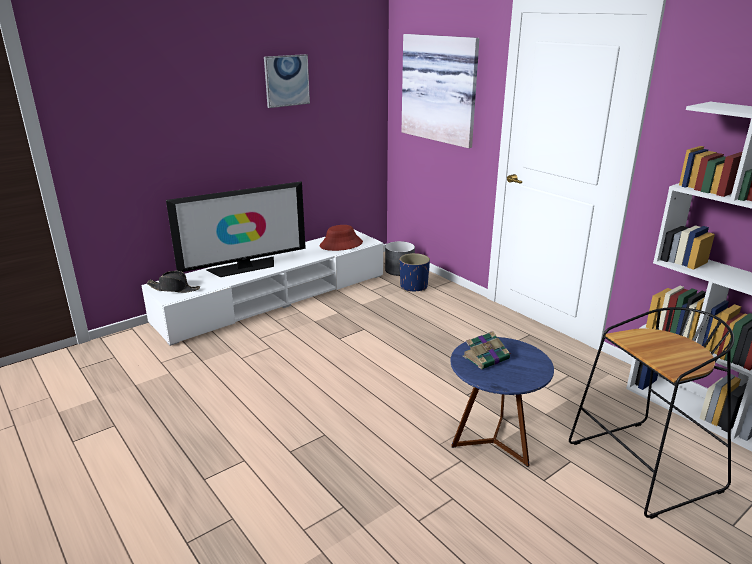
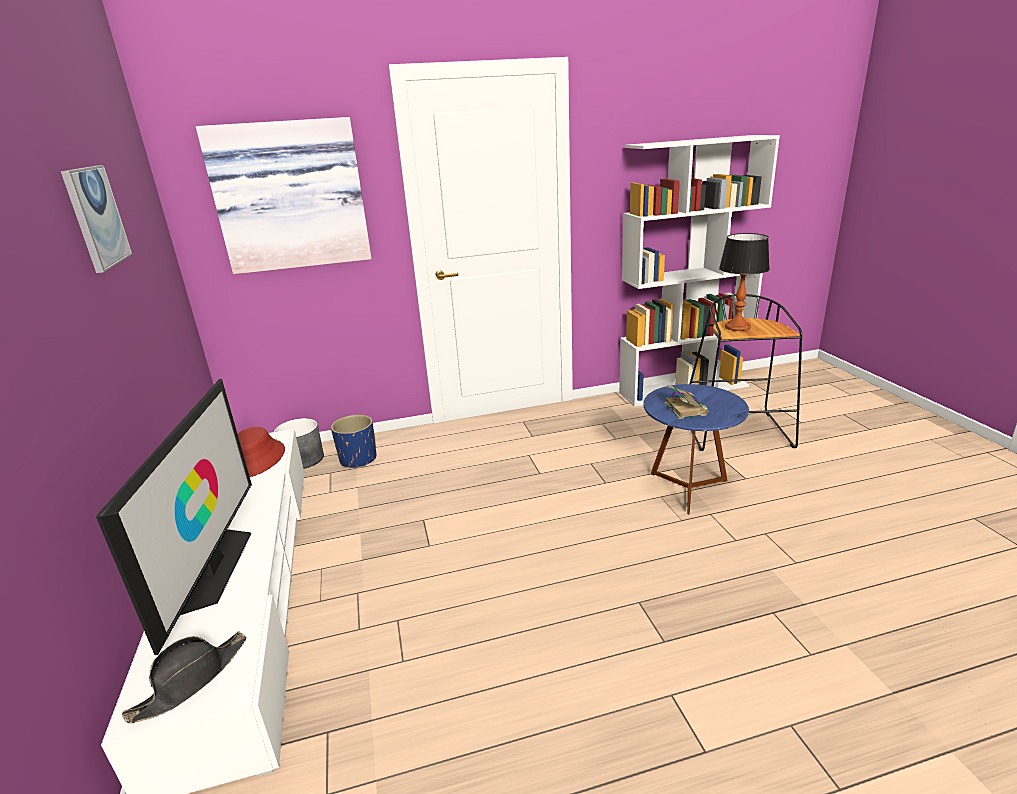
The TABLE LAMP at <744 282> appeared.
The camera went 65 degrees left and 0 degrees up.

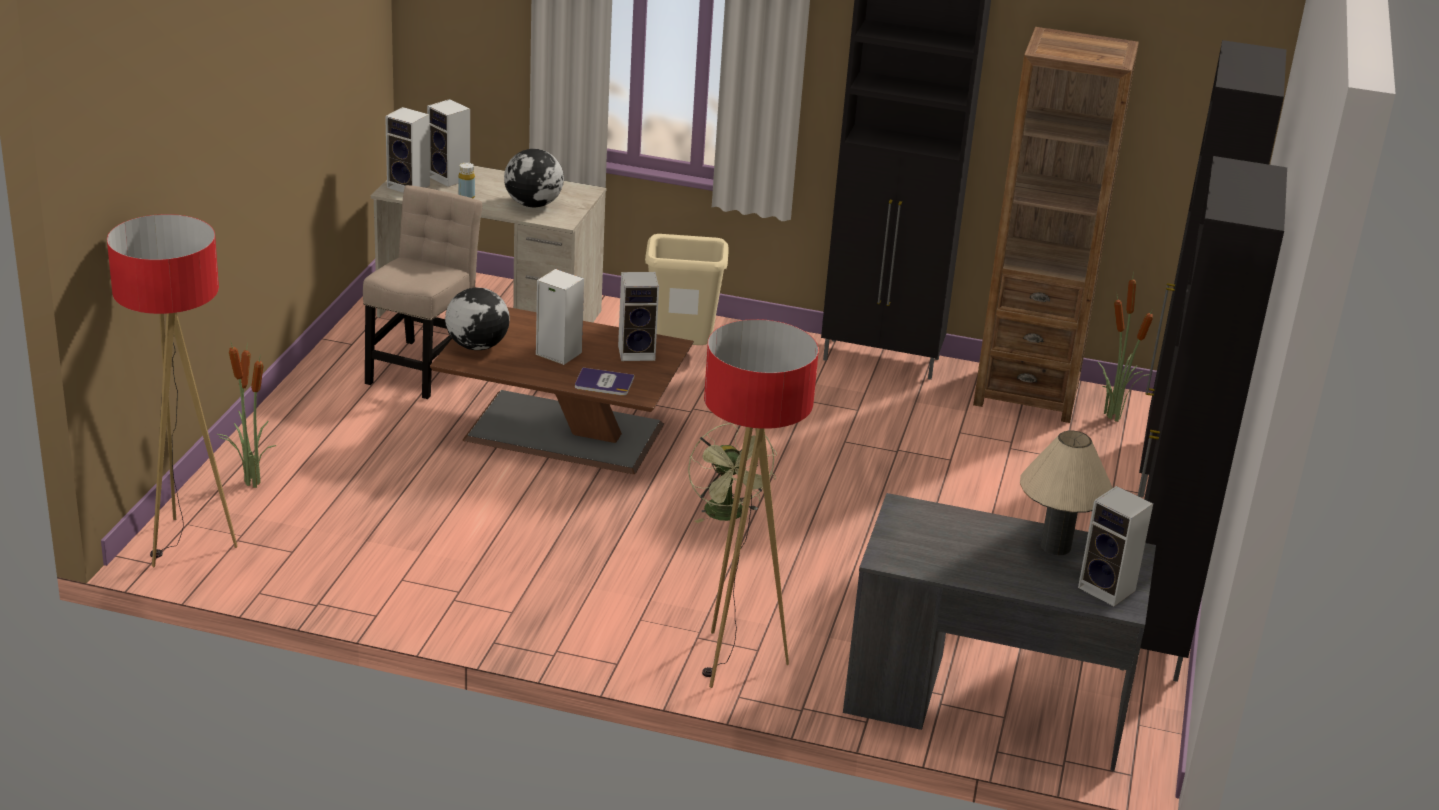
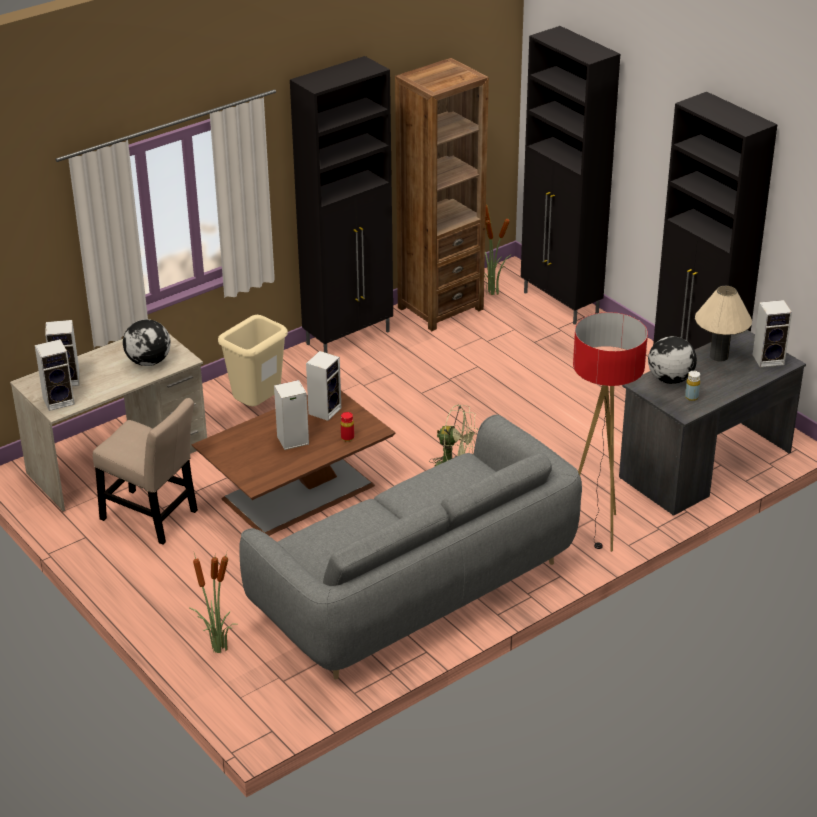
The FLOOR LAMP at <172 390> disappeared.
The GREY SOFA at <410 547> appeared.
The GLOBE moved from <477 319> to <672 360>.
The YELLOW BOTTLE moved from <467 180> to <692 386>.
The BOOK at <604 382> was replaced by the RED BOTTLE at <347 427>.
The BEIGE CHAIR at <422 292> turned 150 degrees clockwise.
The camera went 50 degrees left and 5 degrees up.

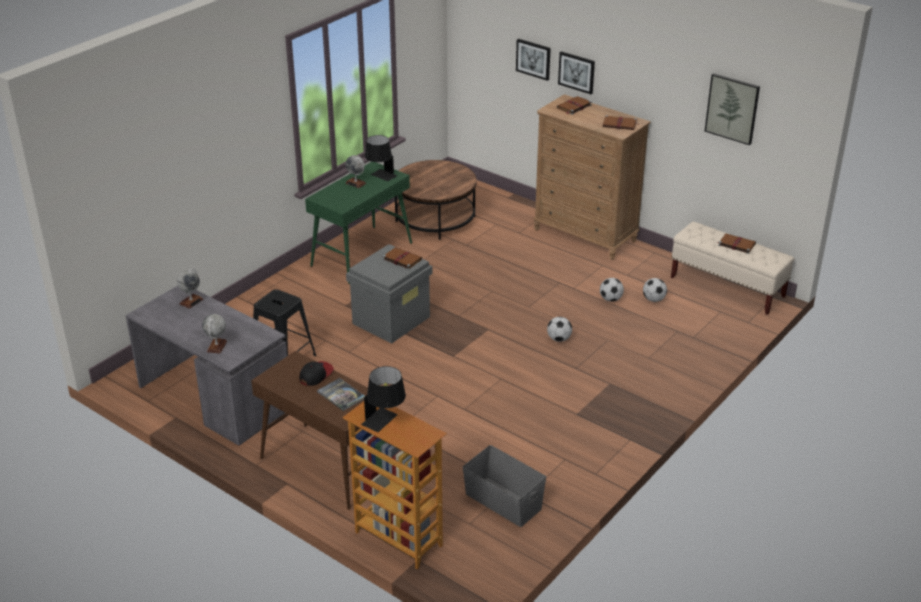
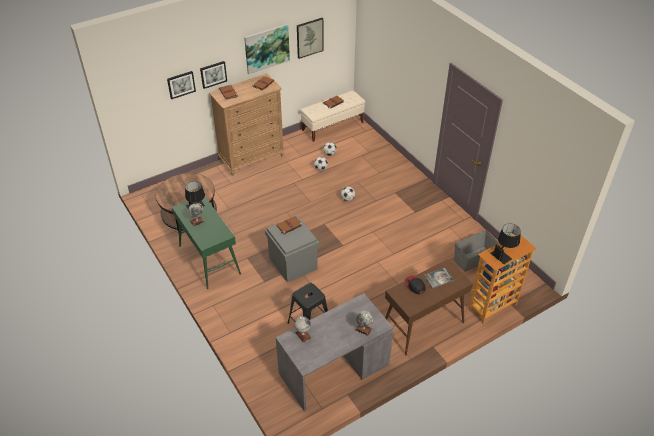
The PICTURE at <267 49> appeared.
The camera went 70 degrees left and 10 degrees up.

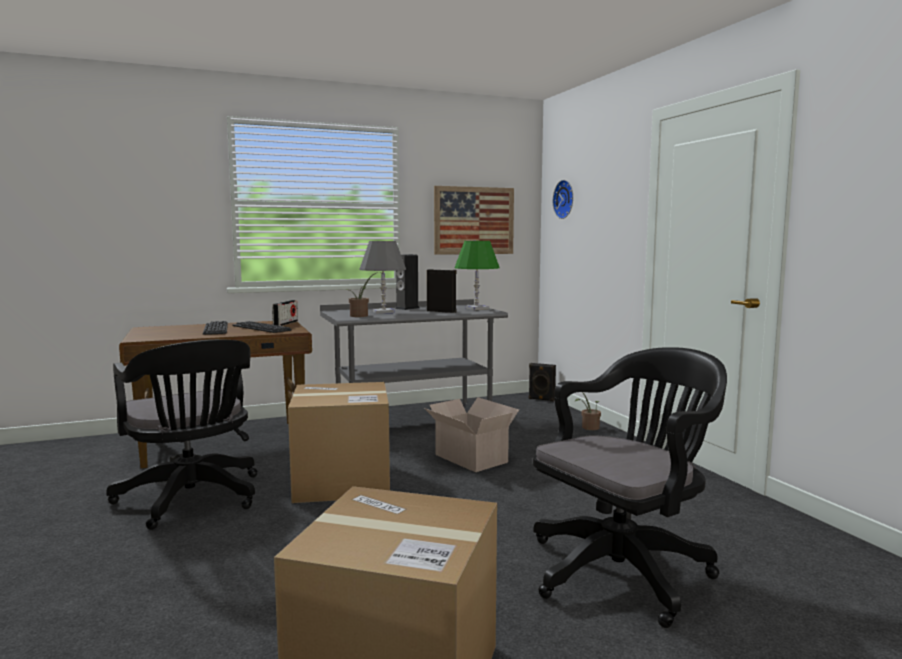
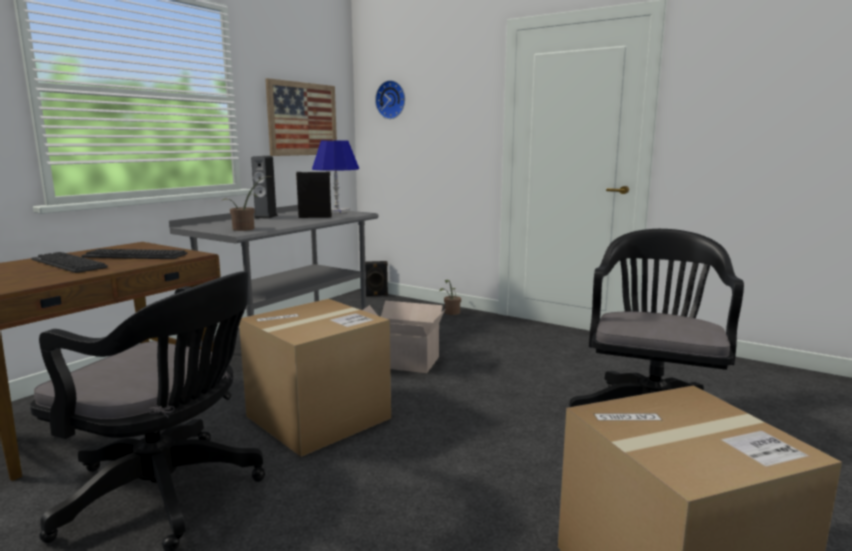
The RADIO at <285 313> disappeared.
The GREY TABLE LAMP at <383 277> disappeared.
The GREEN TABLE LAMP at <477 275> became the BLUE TABLE LAMP at <335 176>.
The camera went 35 degrees left and 5 degrees up.

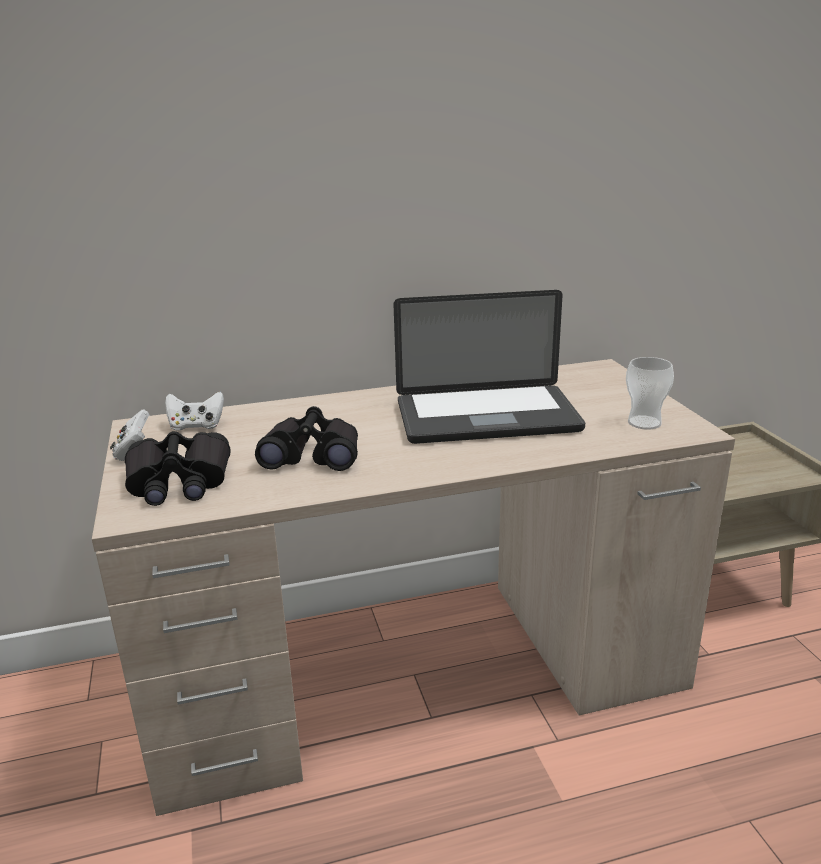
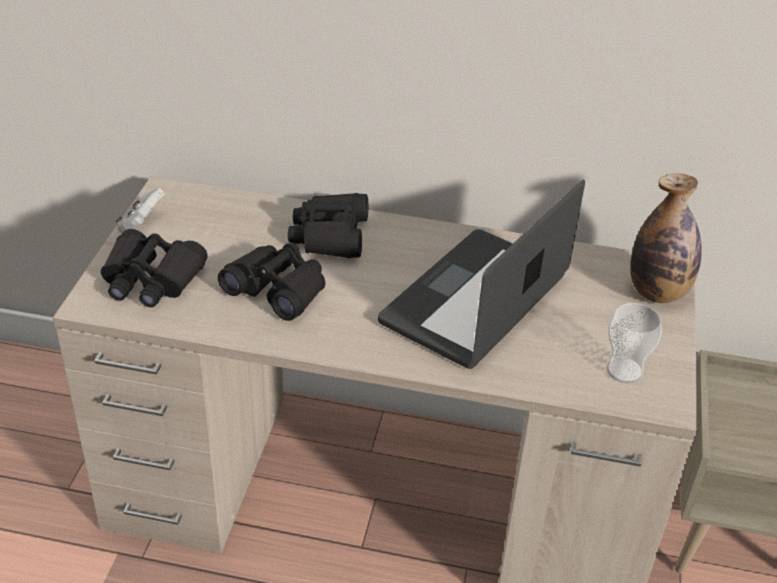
The WHITE GAME CONTROLLER at <194 411> disappeared.
The BLACK BINOCULARS at <328 225> appeared.
The BOTTLE at <666 238> appeared.
The LAPTOP at <489 367> turned 105 degrees clockwise.
The camera went 25 degrees right and 15 degrees up.

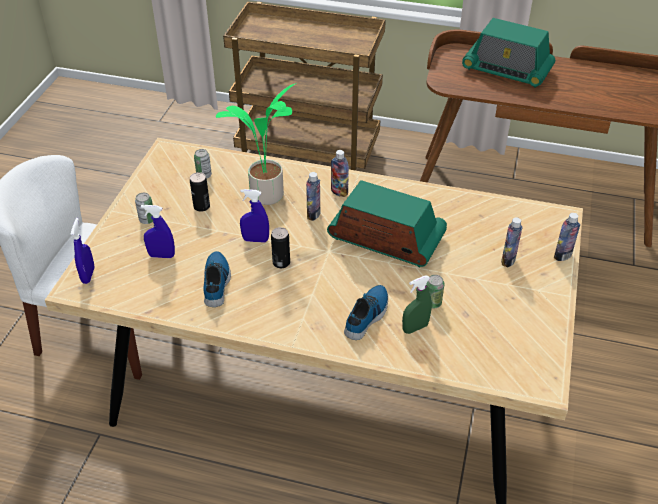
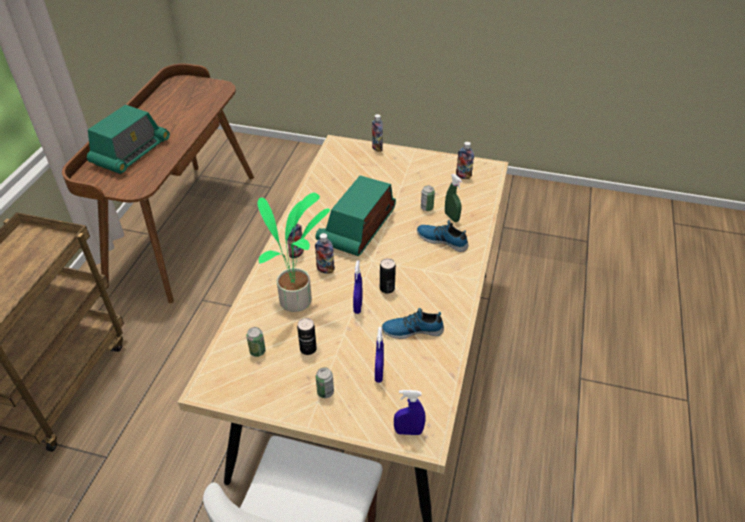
The BOTTLE moved from <511 242> to <465 160>.
The camera went 90 degrees left and 0 degrees up.

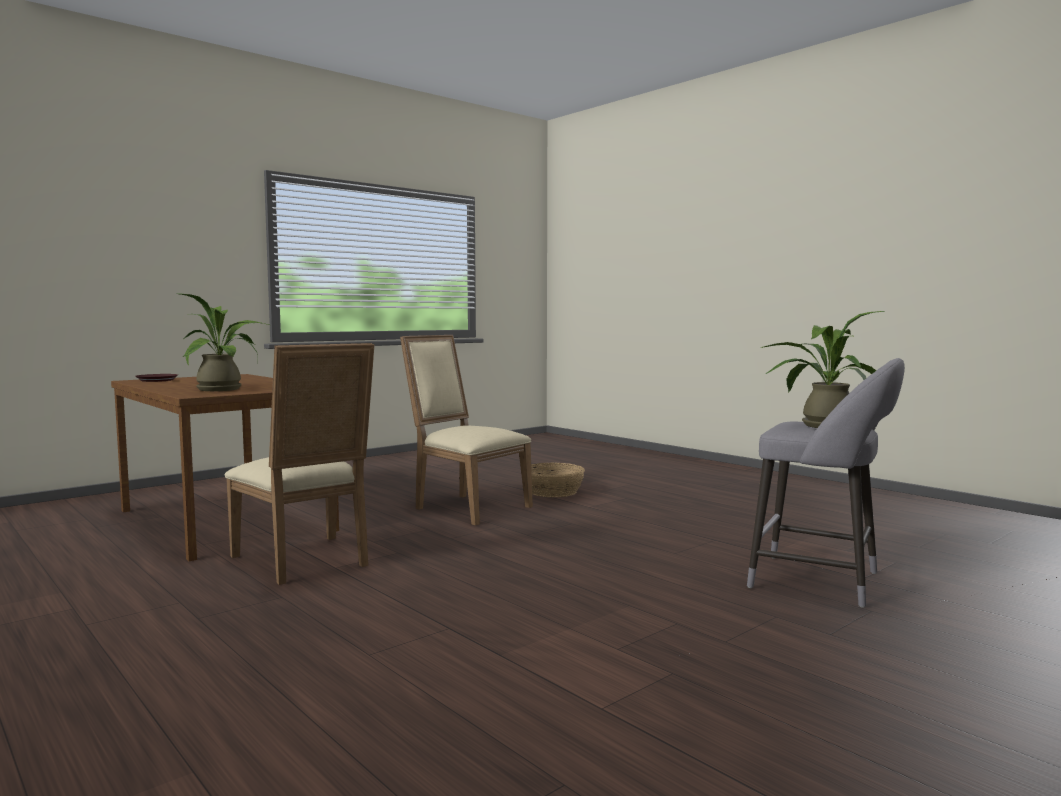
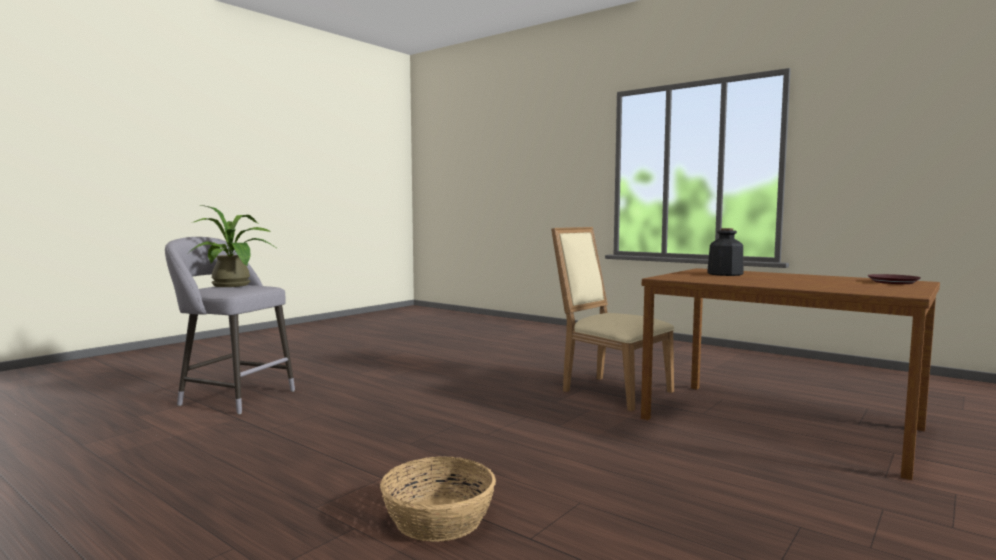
The BEIGE CHAIR at <466 430> disappeared.
The POTTED PLANT at <223 342> was replaced by the BOTTLE at <725 252>.
The camera went 170 degrees right and 0 degrees up.

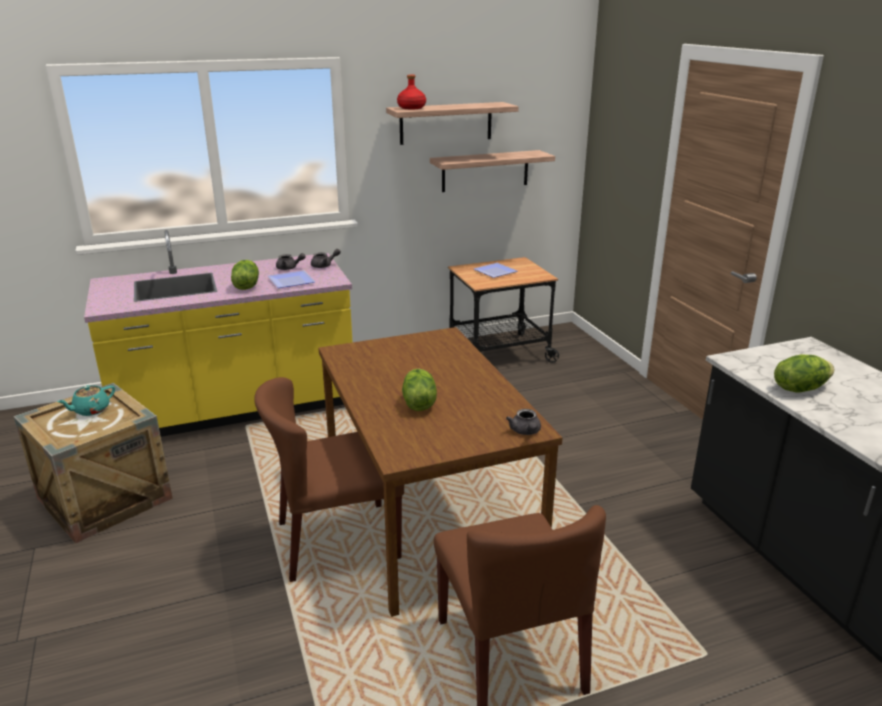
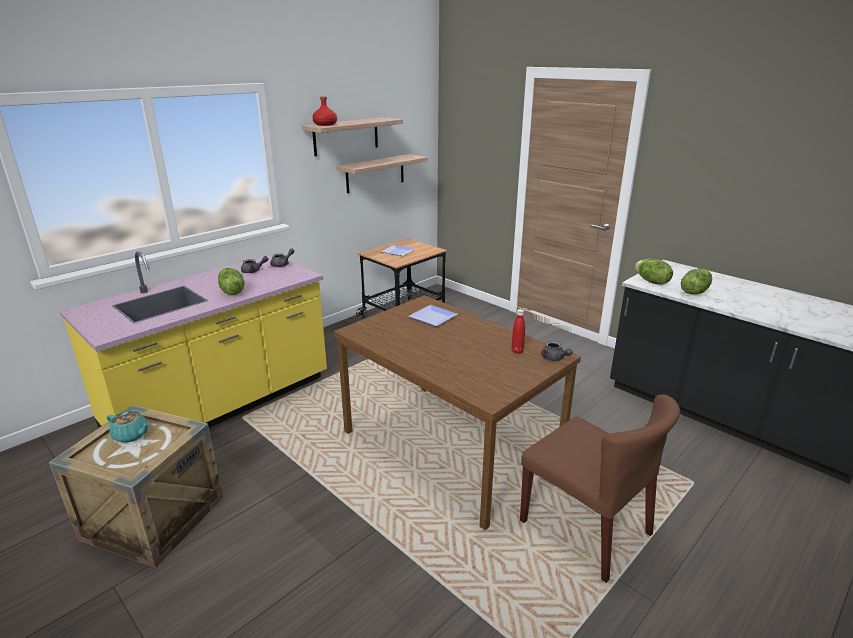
The BROWN CHAIR at <329 479> disappeared.
The RED BOTTLE at <518 331> appeared.
The PLATE moved from <291 279> to <433 316>.
The LETTUCE moved from <419 390> to <654 272>.
The TURQUOISE TEAPOT at <86 400> turned 90 degrees counterclockwise.
The camera went 25 degrees left and 0 degrees up.

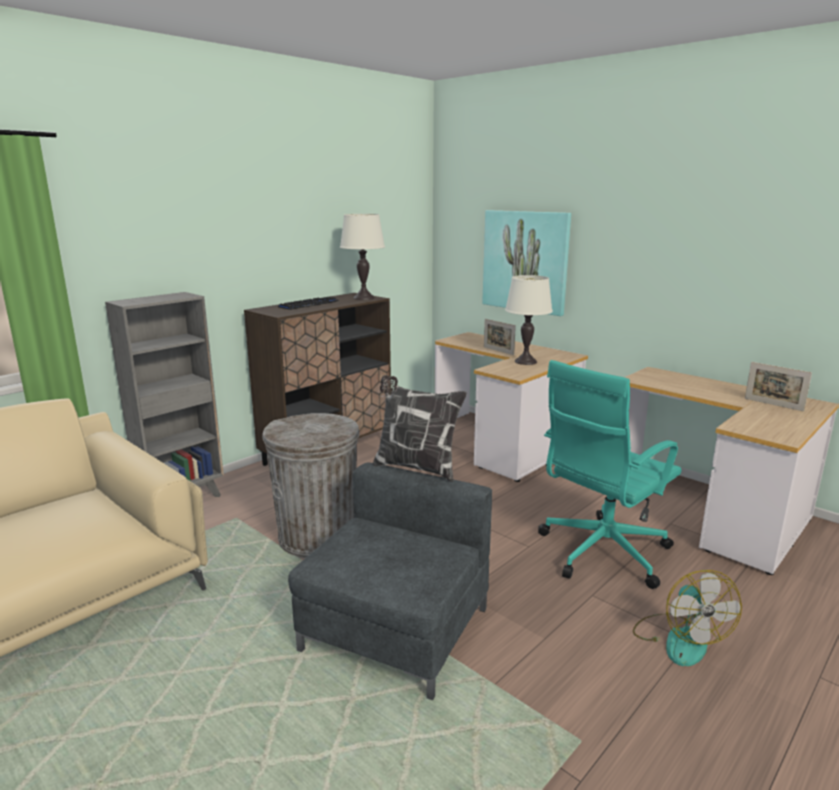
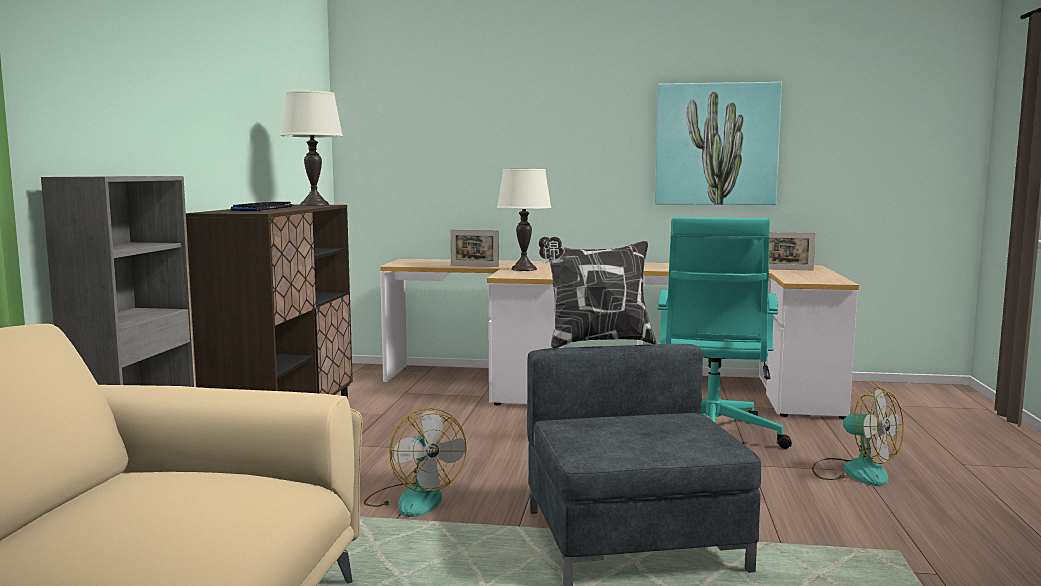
The PICTURE moved from <526 263> to <718 143>.
The GREY TRASH CAN at <311 486> was replaced by the FAN at <415 462>.
The camera went 35 degrees left and 10 degrees down.

